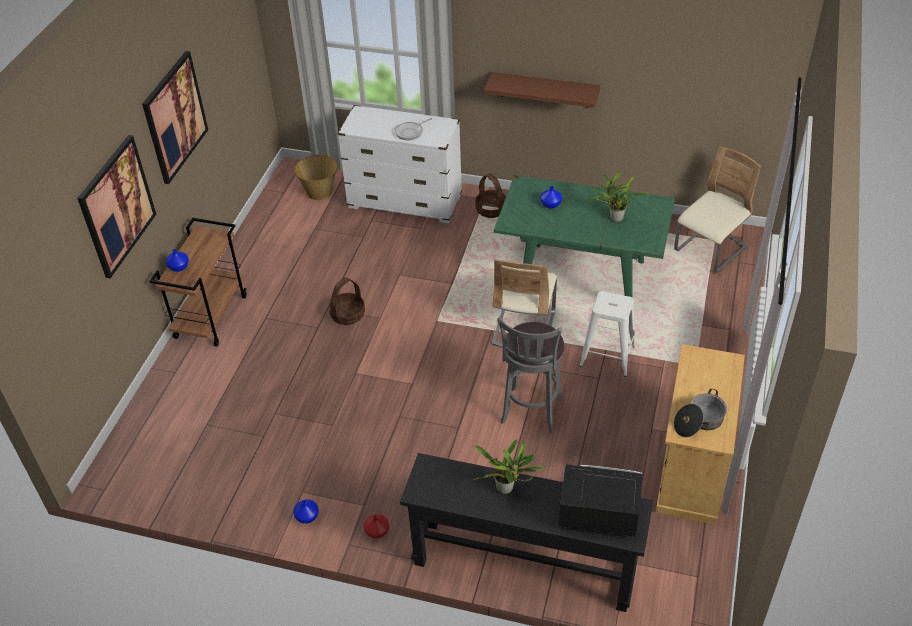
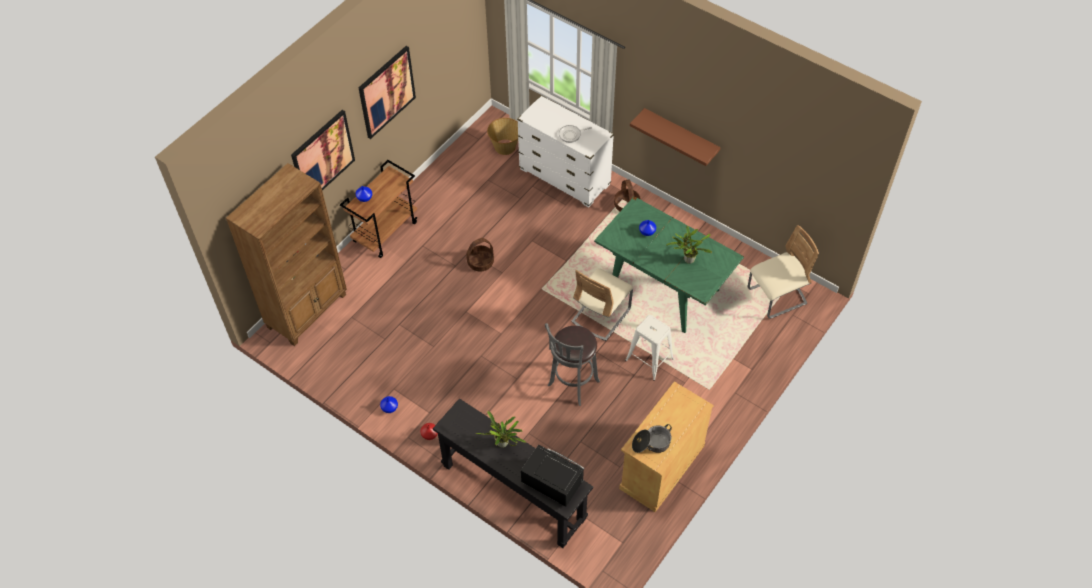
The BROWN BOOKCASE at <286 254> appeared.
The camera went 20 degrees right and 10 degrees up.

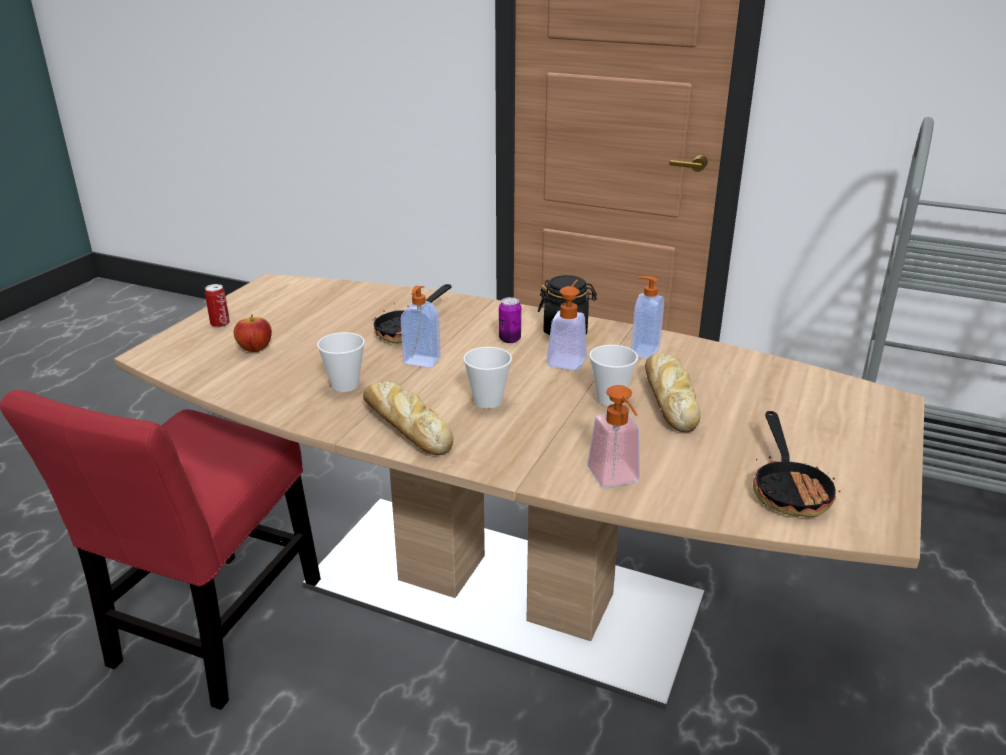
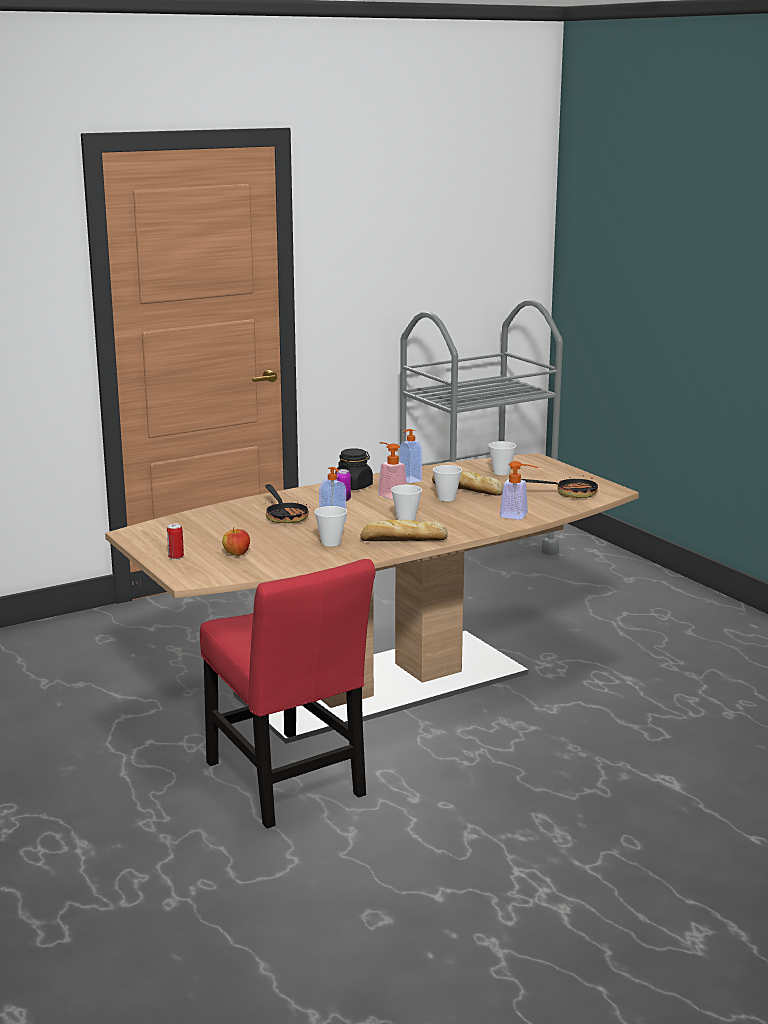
The CUP at <502 458> appeared.
The FRYING PAN at <797 464> turned 45 degrees counterclockwise.
The camera went 55 degrees left and 10 degrees down.

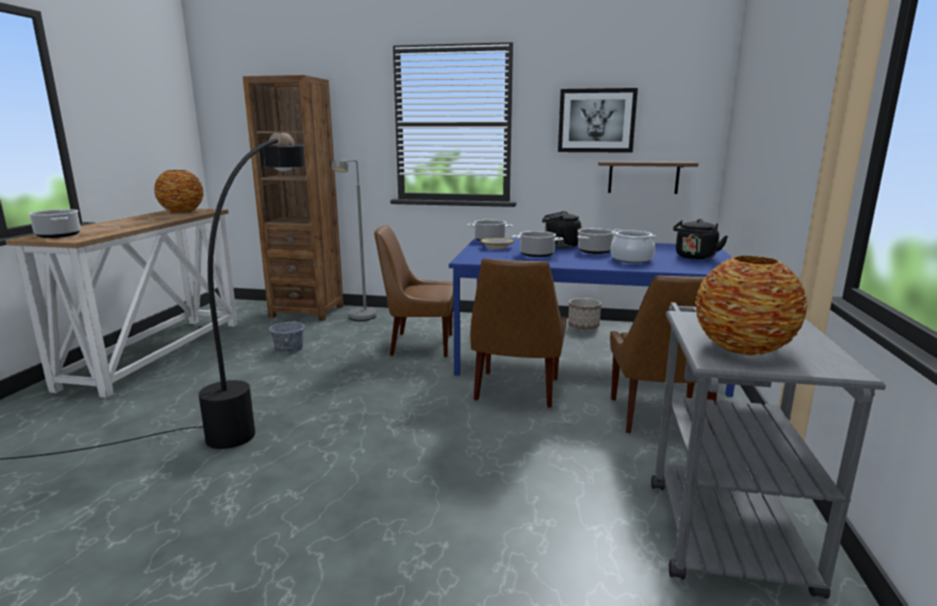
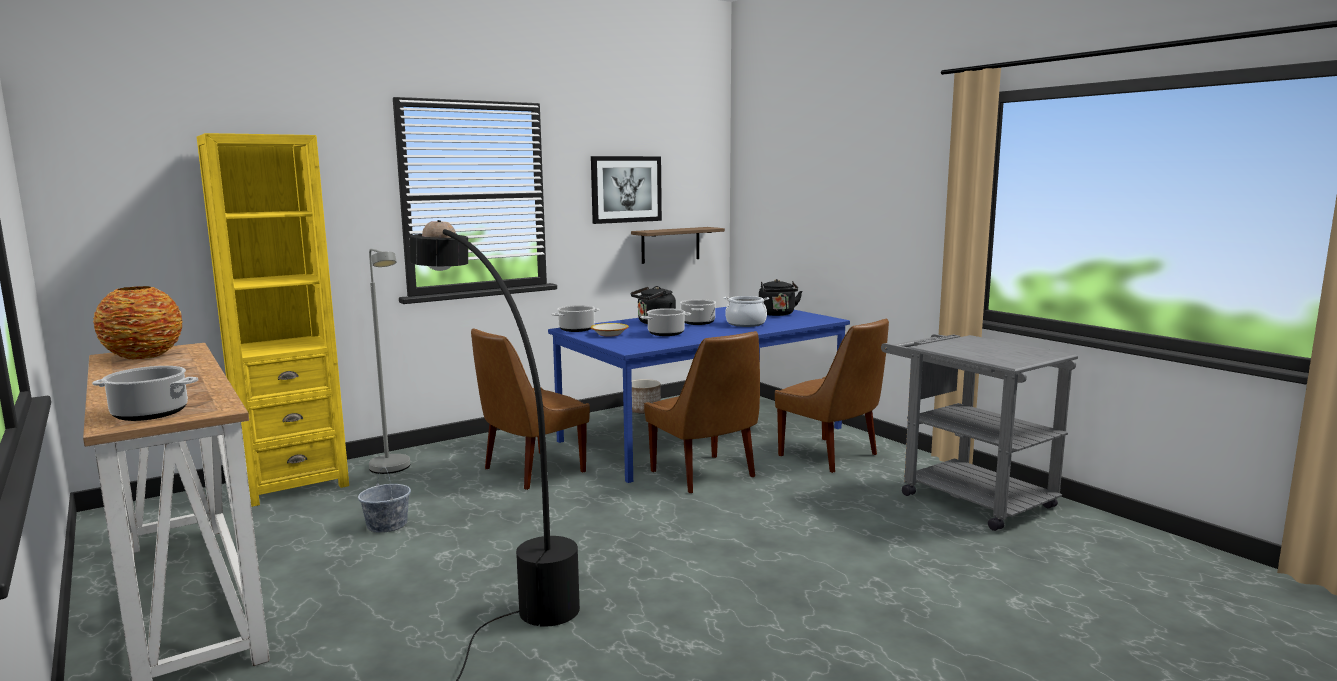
The VASE at <751 306> disappeared.
The BROWN BOOKCASE at <293 198> became the YELLOW BOOKCASE at <273 320>.
The camera went 45 degrees left and 5 degrees down.

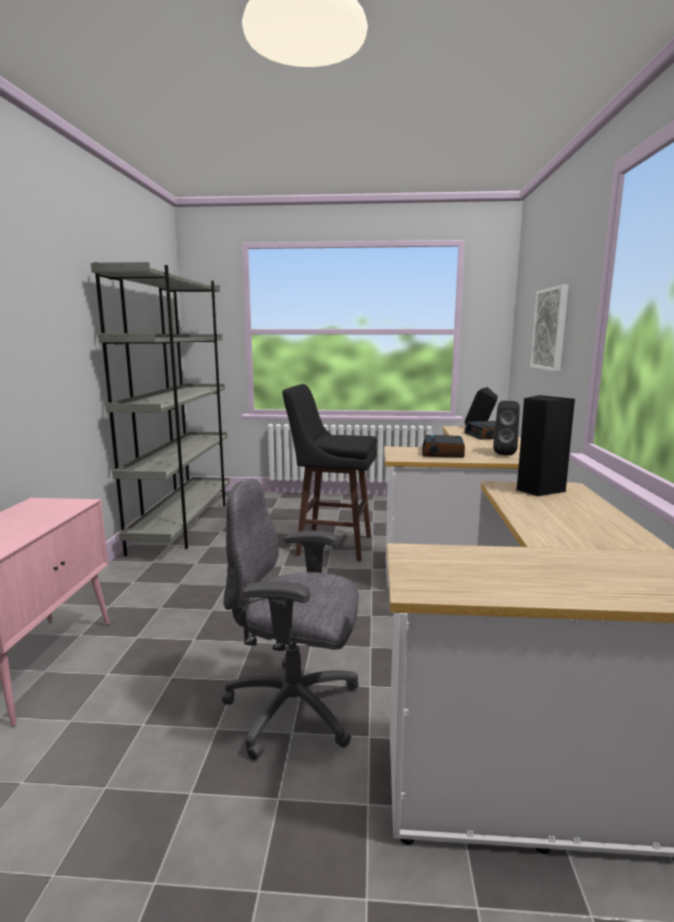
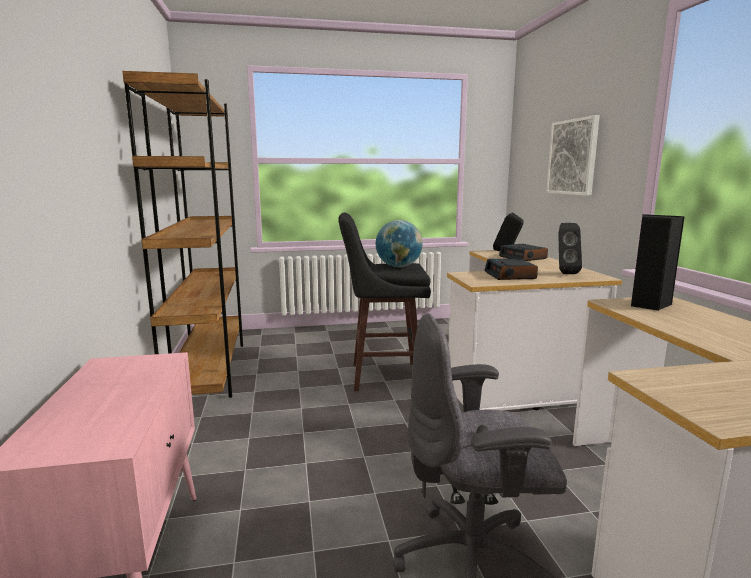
The GLOBE at <399 243> appeared.
The GREY BOOKCASE at <160 409> became the BROWN BOOKCASE at <182 234>.
The camera went 15 degrees left and 0 degrees up.

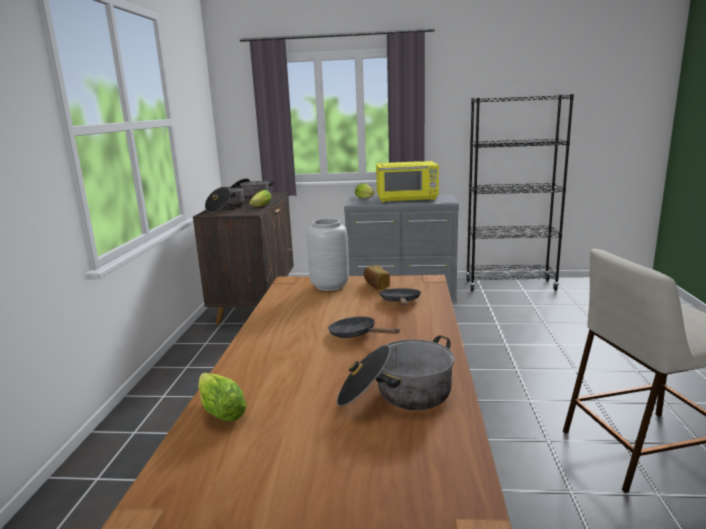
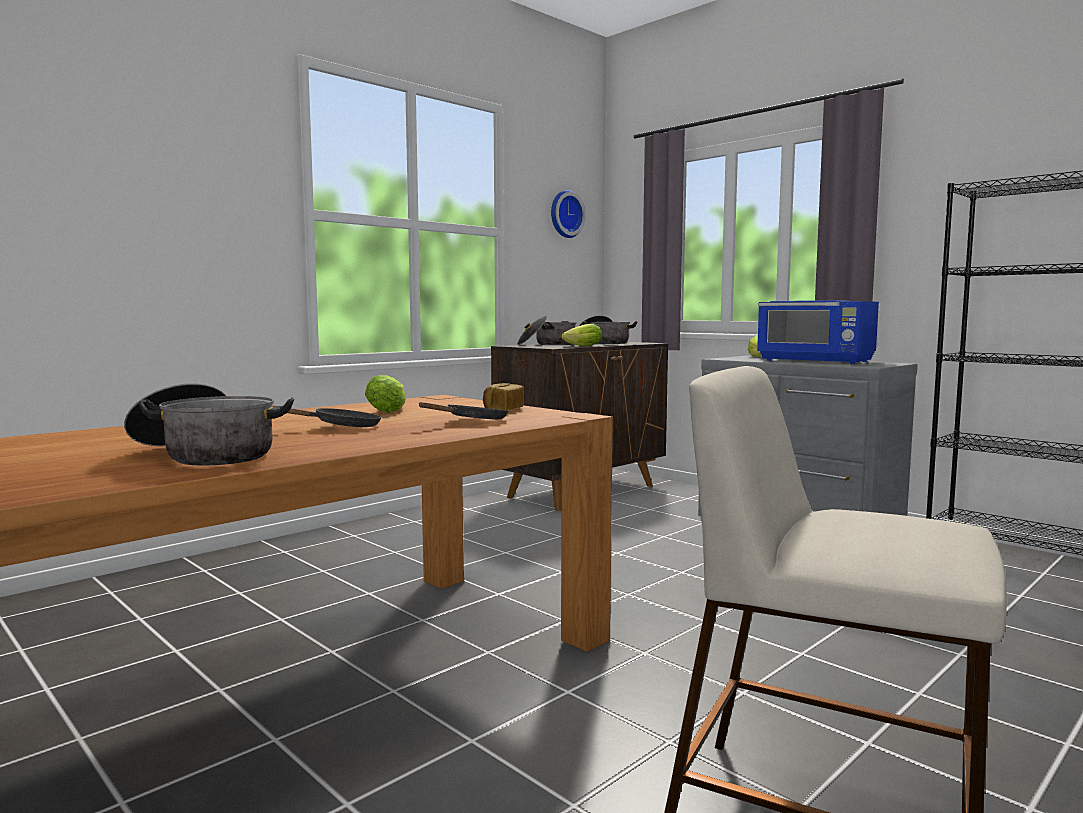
The GREY VASE at <328 255> disappeared.
The WALL CLOCK at <568 214> appeared.
The LETTUCE moved from <222 397> to <385 394>.
The YELLOW MICROWAVE at <407 182> became the BLUE MICROWAVE at <818 332>.
The BLACK FRYING PAN at <364 327> turned 75 degrees clockwise.
The camera went 40 degrees right and 10 degrees down.

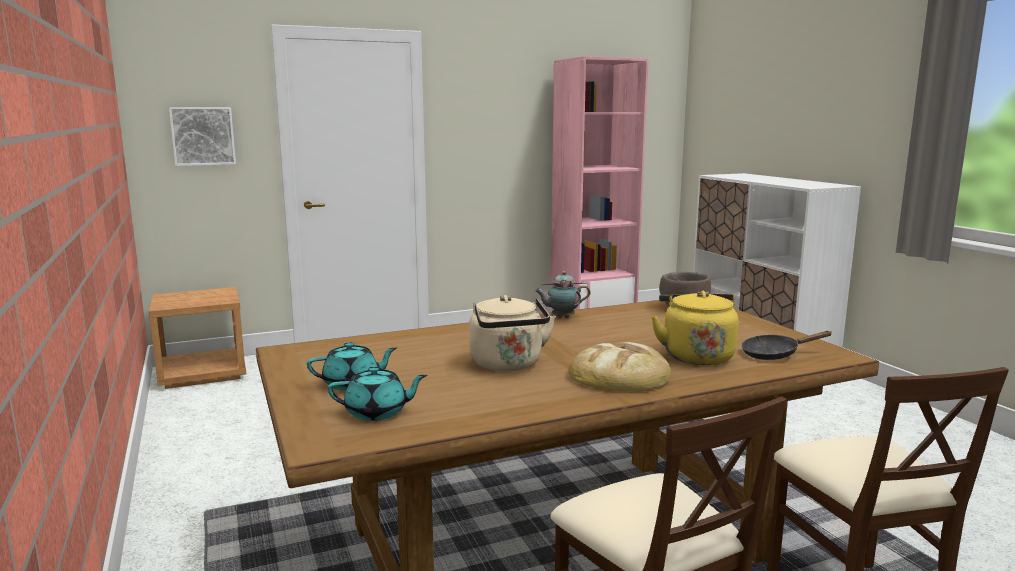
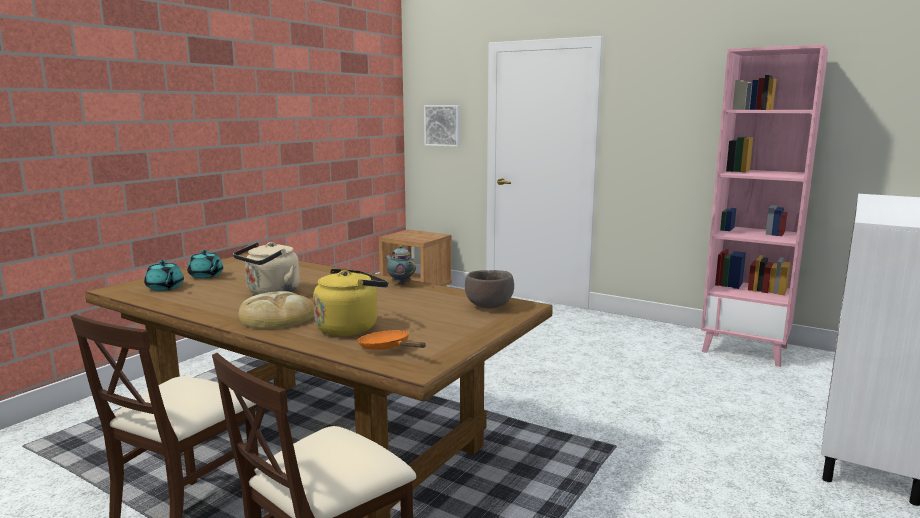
The BLACK FRYING PAN at <786 345> became the ORANGE FRYING PAN at <392 340>.
The camera went 55 degrees right and 0 degrees up.

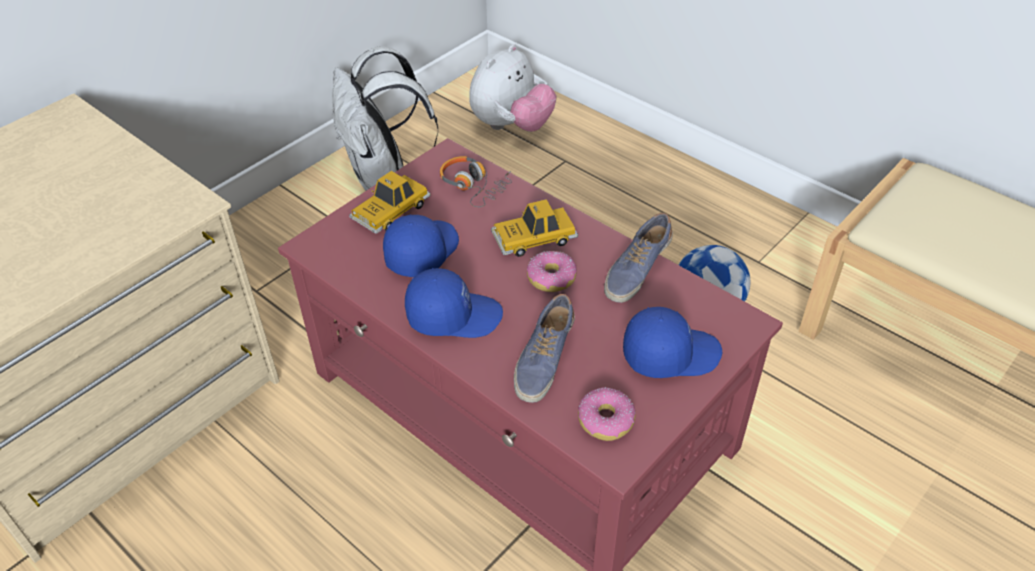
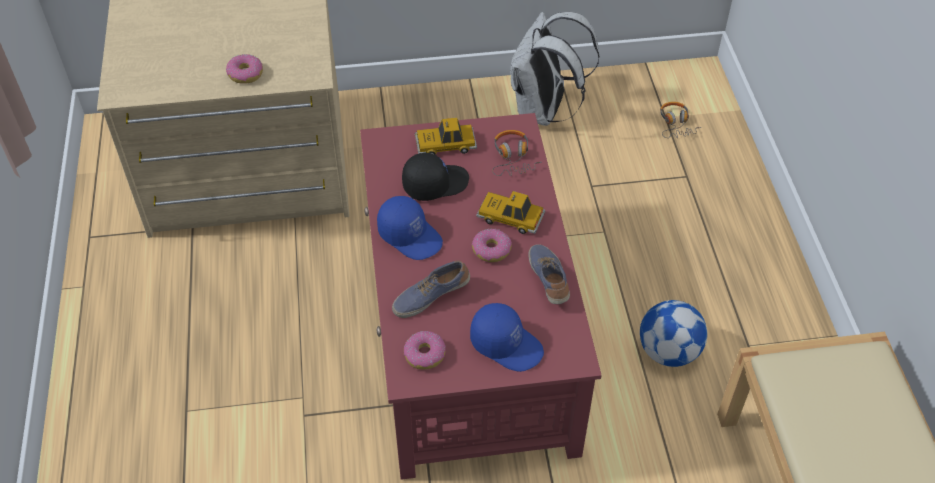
The DONUT at <244 69> appeared.
The PLUSH TOY at <512 88> was replaced by the HEADPHONES at <681 120>.
The BLUE CAP at <421 245> became the BLACK CAP at <435 177>.
The SHOE at <638 258> turned 90 degrees clockwise.
The camera went 40 degrees right and 5 degrees up.

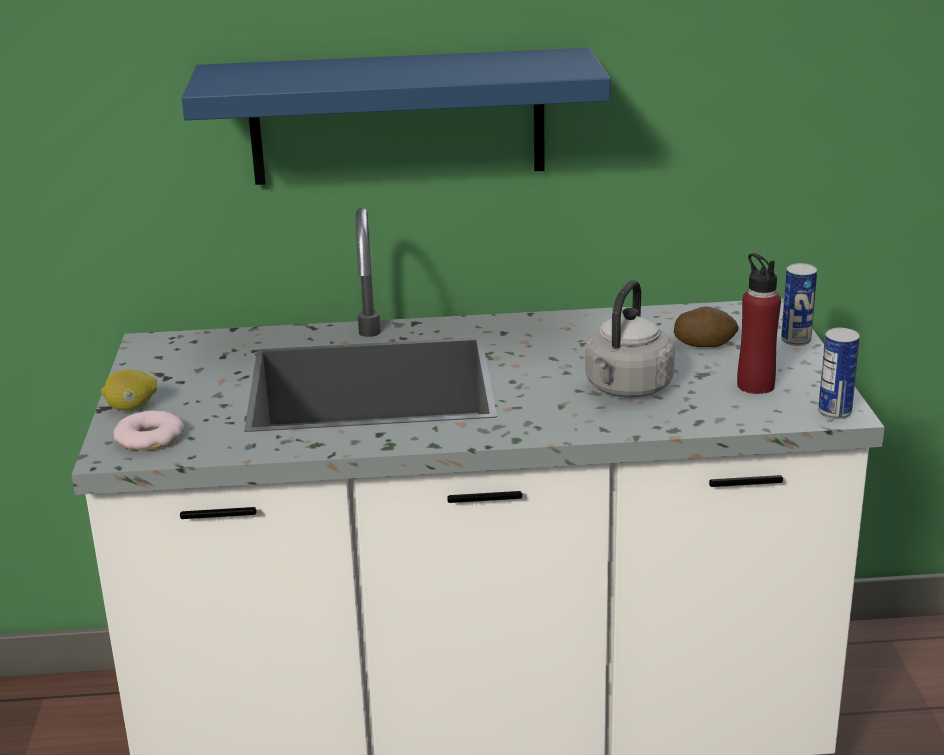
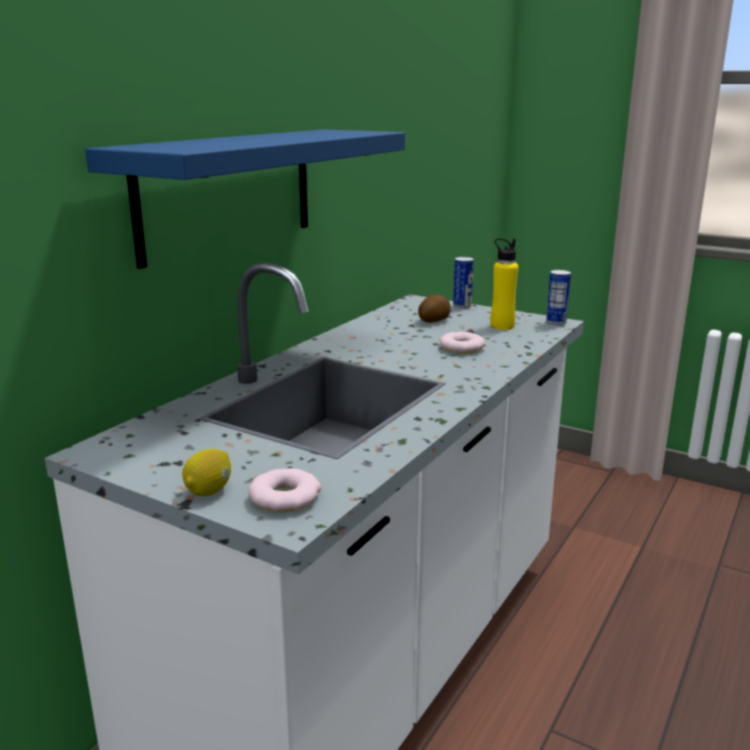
The GREY KETTLE at <630 339> was replaced by the DONUT at <462 343>.
The RED BOTTLE at <759 323> became the YELLOW BOTTLE at <504 284>.
The camera went 55 degrees left and 5 degrees down.

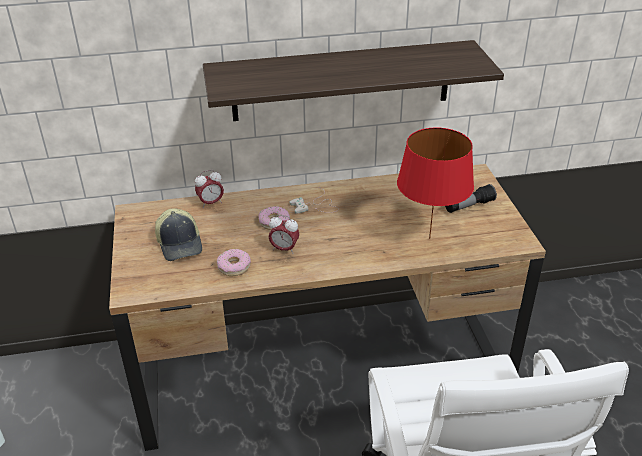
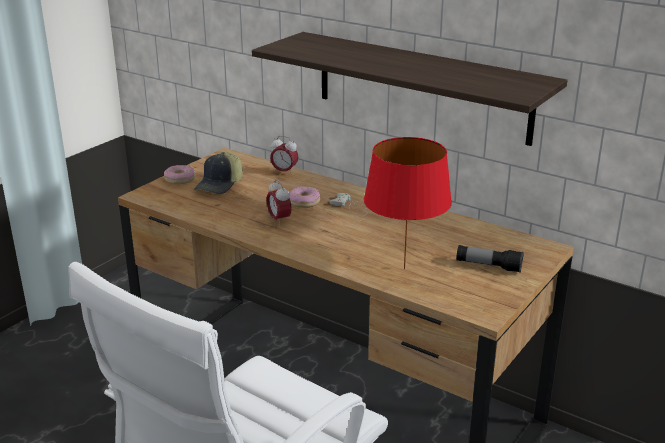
The DONUT moved from <234 262> to <179 174>.
The camera went 45 degrees right and 10 degrees down.

